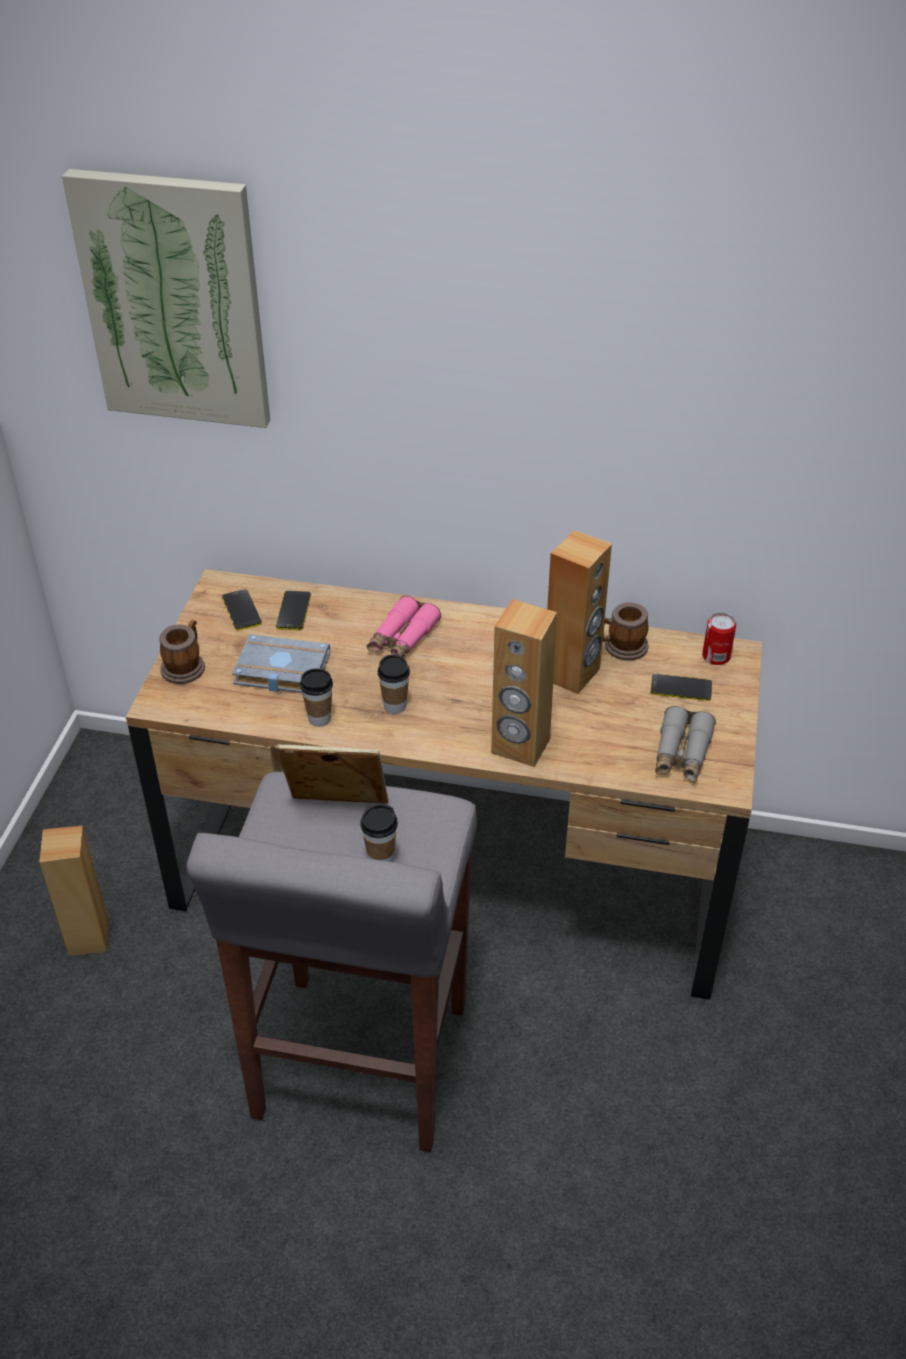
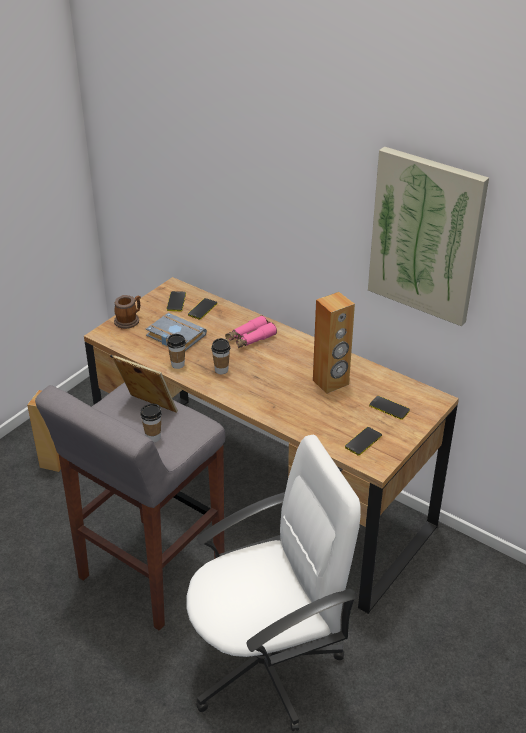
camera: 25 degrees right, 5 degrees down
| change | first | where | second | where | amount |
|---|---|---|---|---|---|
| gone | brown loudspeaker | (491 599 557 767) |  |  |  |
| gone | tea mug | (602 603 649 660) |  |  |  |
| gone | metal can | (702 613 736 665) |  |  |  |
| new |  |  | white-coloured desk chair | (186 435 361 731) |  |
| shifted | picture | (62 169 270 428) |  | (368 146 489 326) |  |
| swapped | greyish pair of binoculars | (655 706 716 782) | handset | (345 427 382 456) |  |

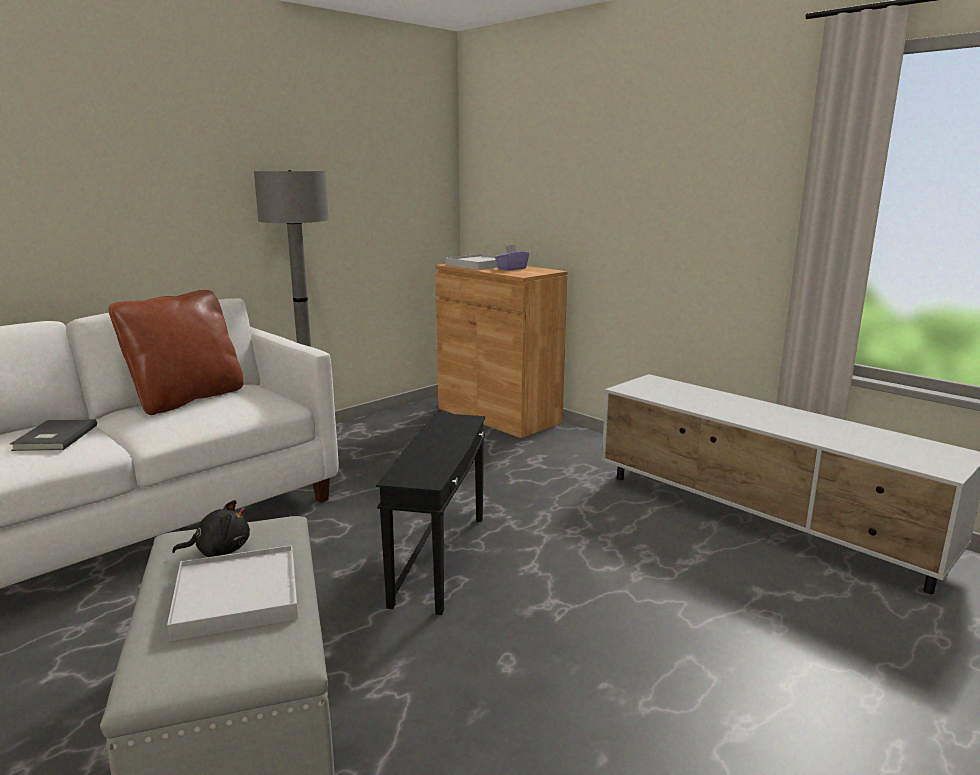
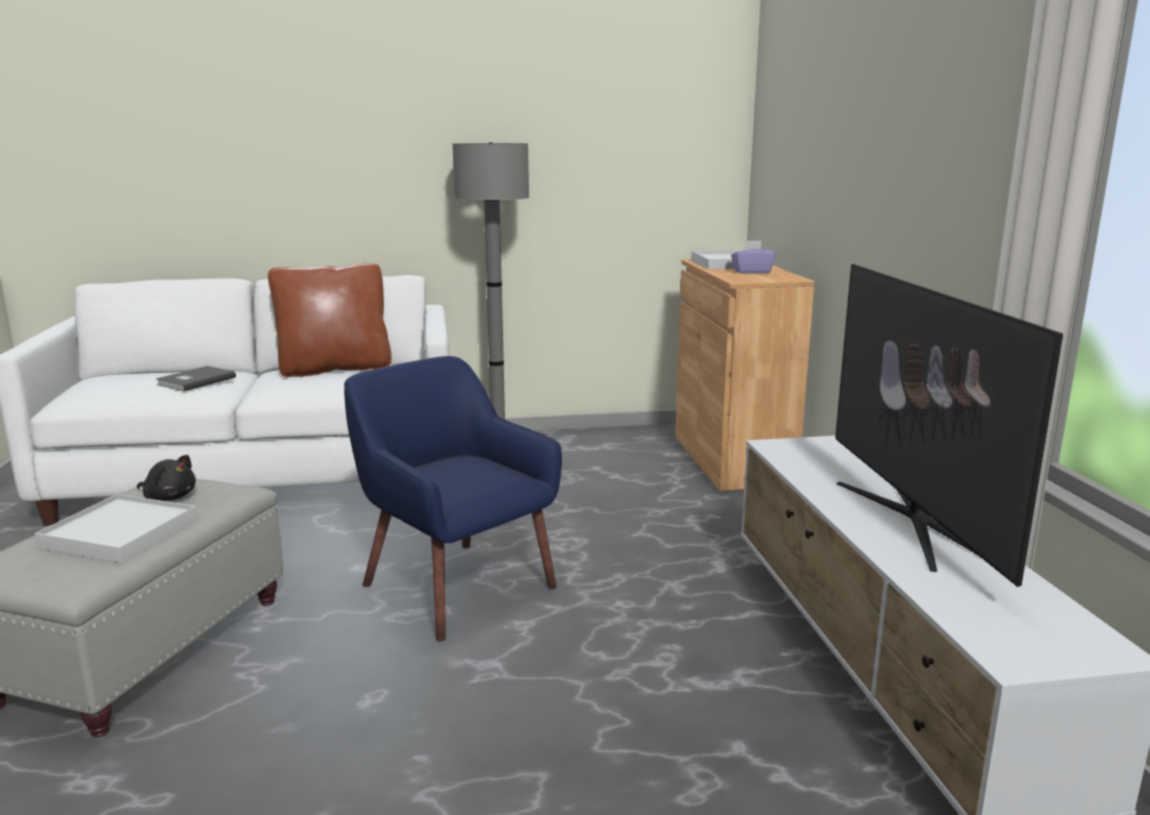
camera: 35 degrees right, 0 degrees up
| change | first | where | second | where | amount |
|---|---|---|---|---|---|
| new |  |  | TV set | (835 264 1063 587) |  |
| swapped | black-coloured end table | (376 413 485 615) | blue lounge chair | (344 356 562 642) |  |

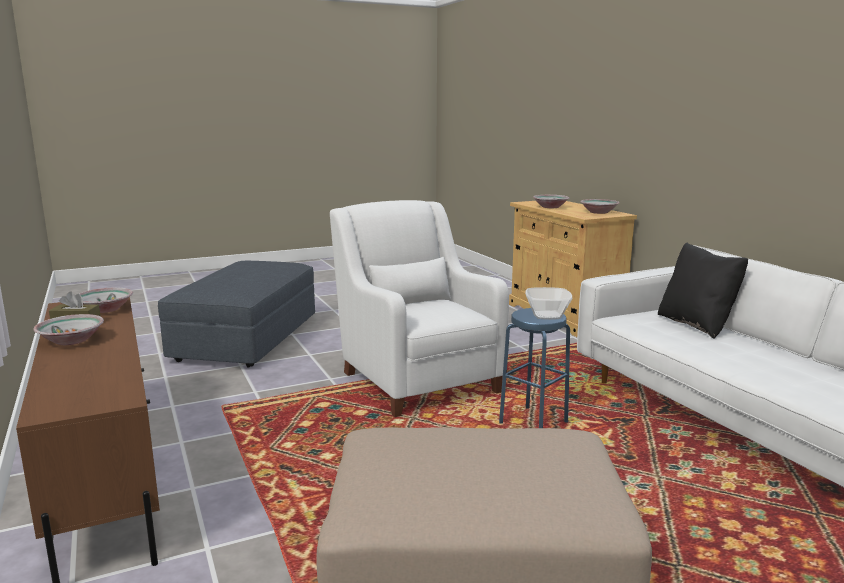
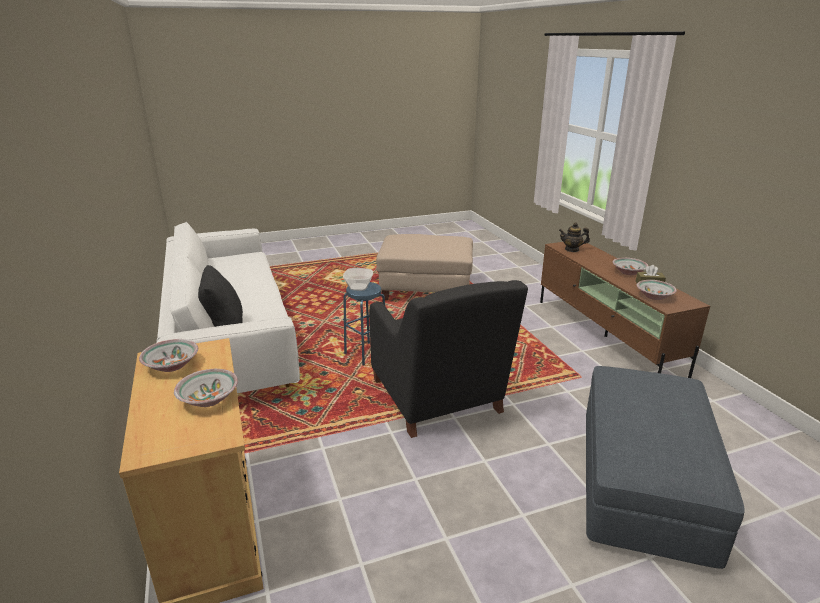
camera: 175 degrees left, 10 degrees up
| change | first | where | second | where | amount |
|---|---|---|---|---|---|
| new |  |  | tea pot | (559 223 590 252) |  |
| repainted | white-coloured lounge chair | (330 200 509 417) | black-coloured lounge chair | (369 280 528 438) |  |

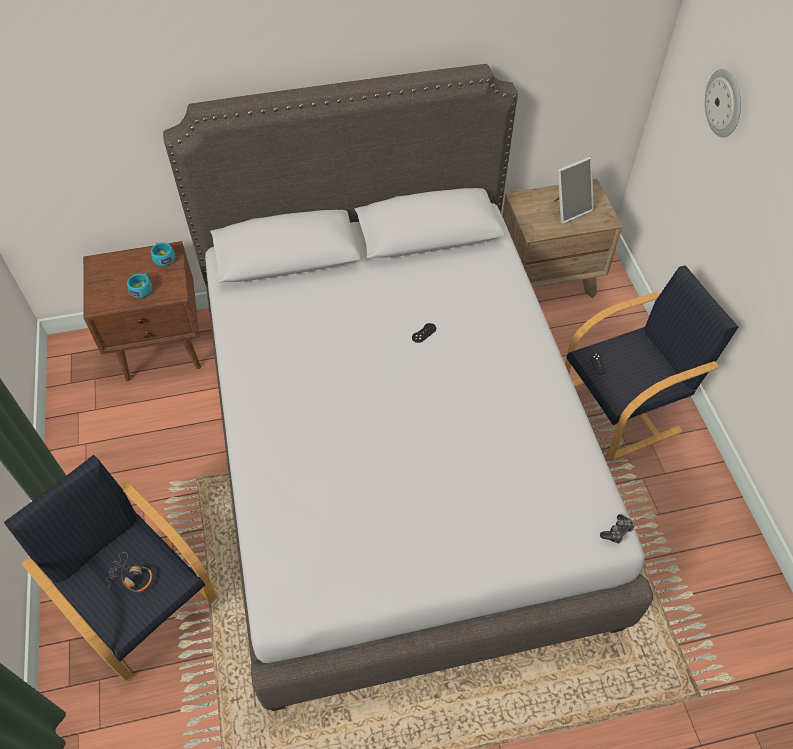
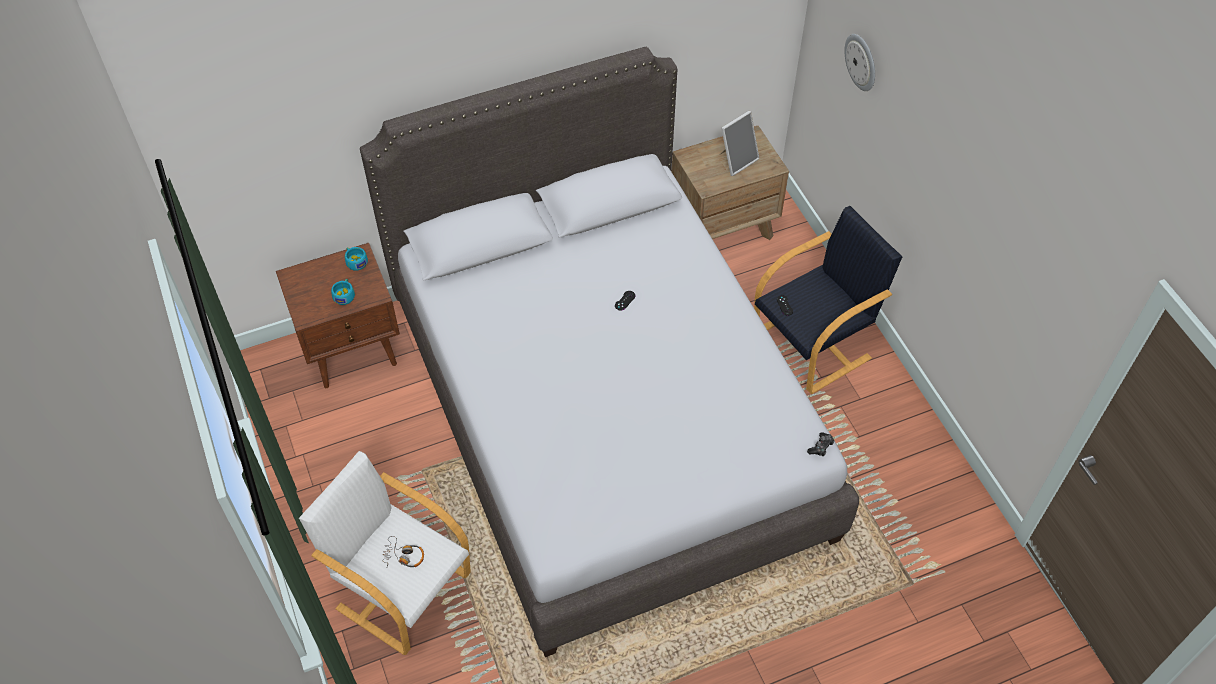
camera: 10 degrees left, 0 degrees up
| change | first | where | second | where | amount |
|---|---|---|---|---|---|
| repainted | black-coloured lounge chair | (4 455 217 681) | white-coloured lounge chair | (299 451 471 655) |  |

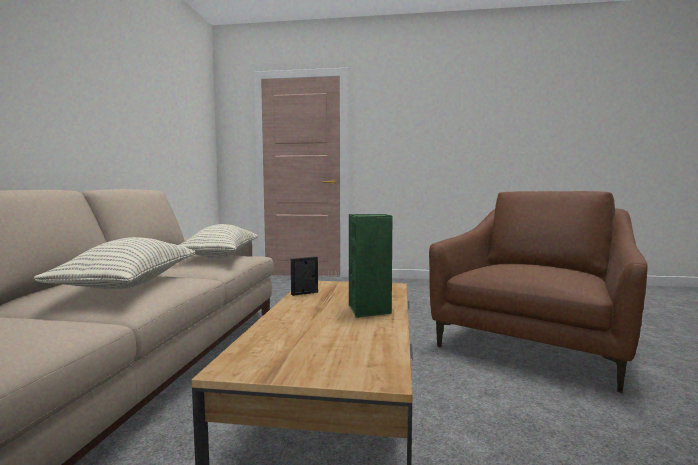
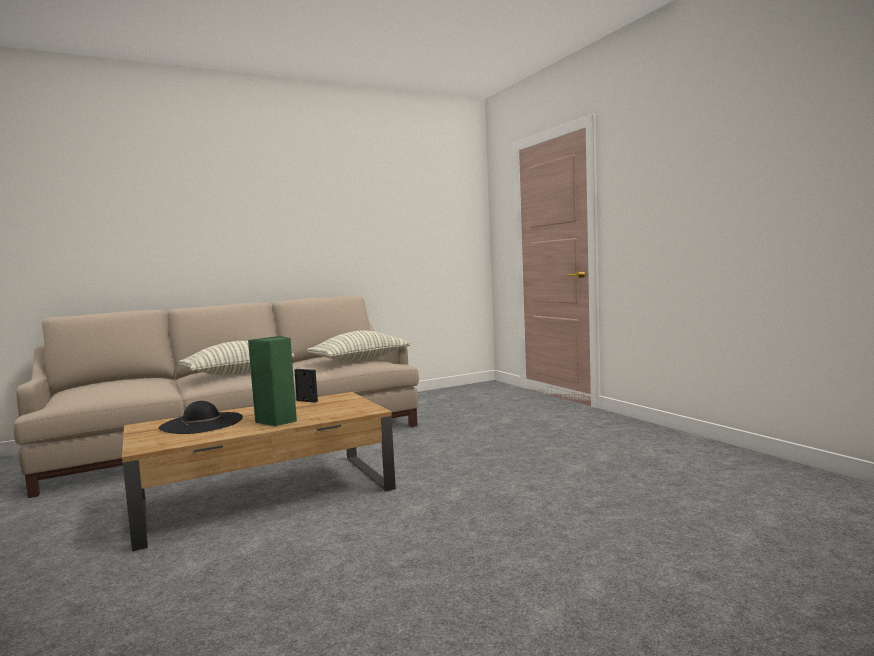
camera: 55 degrees right, 0 degrees up
| change | first | where | second | where | amount |
|---|---|---|---|---|---|
| gone | brown lounge chair | (429 191 648 393) |  |  |  |
| new |  |  | black-coloured hat | (158 401 243 434) |  |

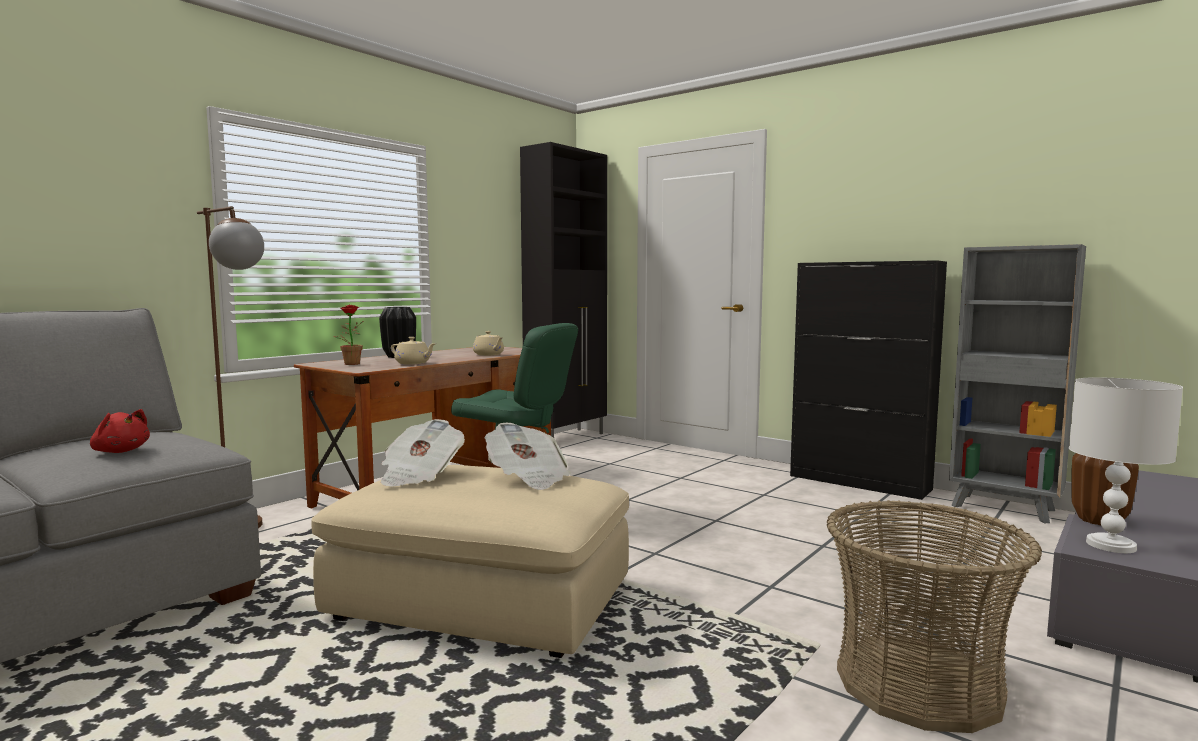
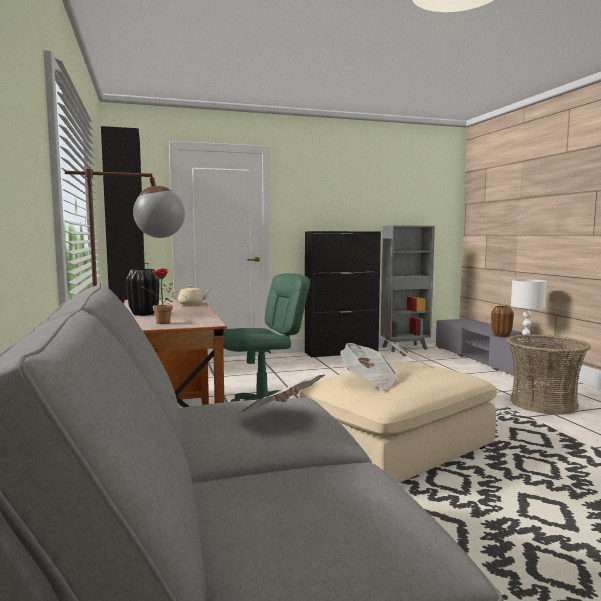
camera: 55 degrees left, 0 degrees up
| change | first | where | second | where | amount |
|---|---|---|---|---|---|
| gone | beige-coloured tea pot | (391 337 436 365) |  |  |  |
| swapped | reddish plush toy | (90 409 150 453) | printed paper | (237 375 325 414) |  |

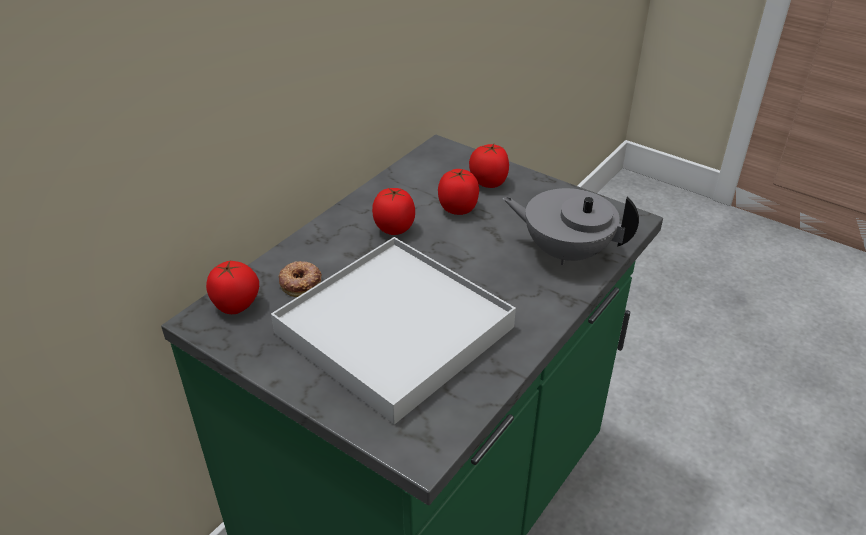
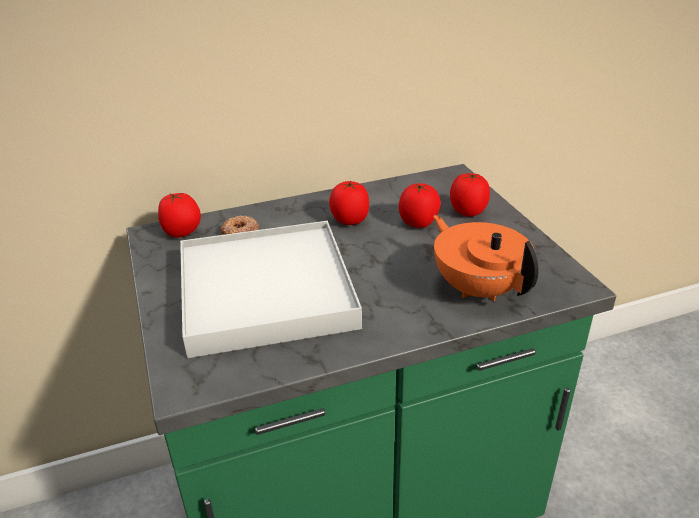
camera: 35 degrees right, 5 degrees down
| change | first | where | second | where | amount |
|---|---|---|---|---|---|
| repainted | greyish tea pot | (503 188 639 265) | orange tea pot | (433 215 539 301) |  |

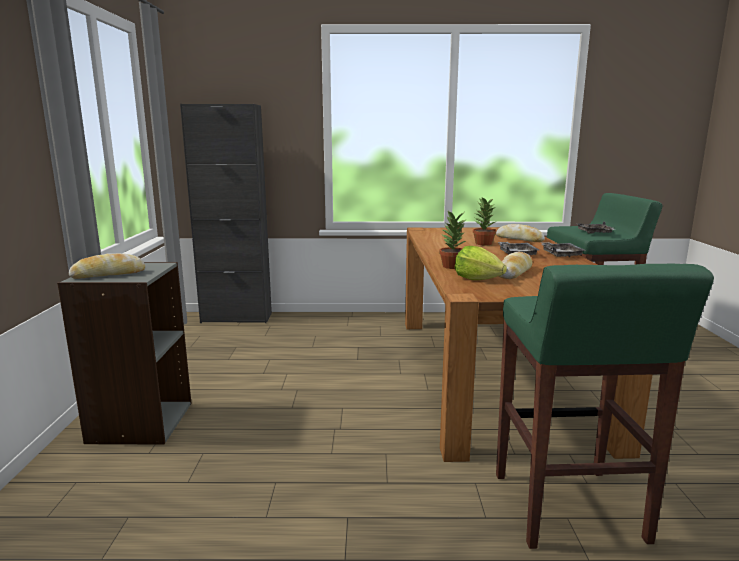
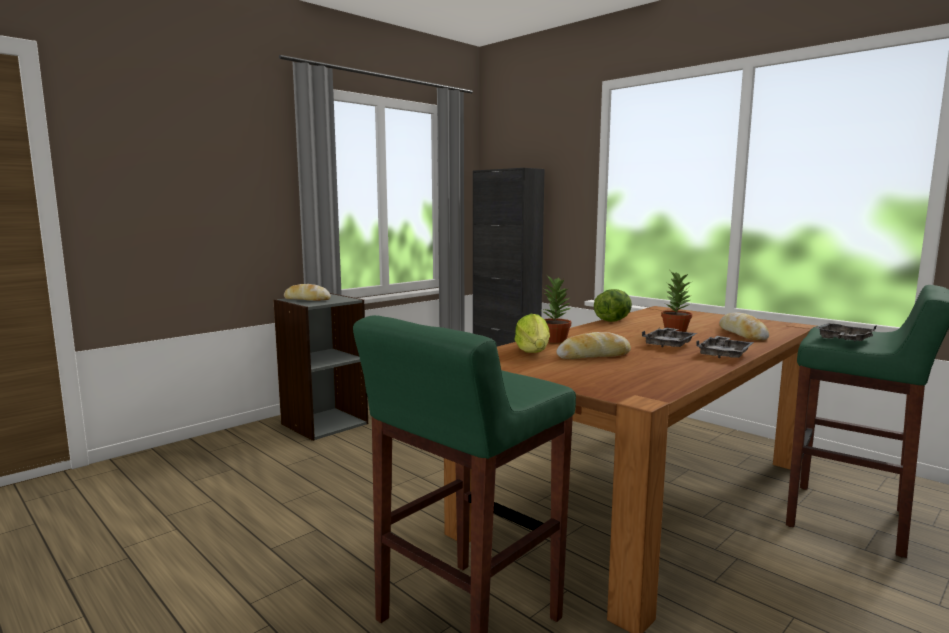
camera: 45 degrees right, 5 degrees down
| change | first | where | second | where | amount |
|---|---|---|---|---|---|
| new |  |  | lettuce | (594 289 632 322) |  |

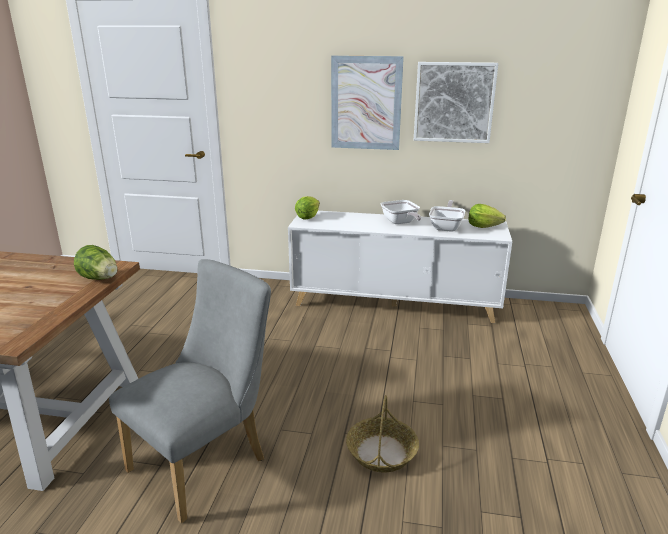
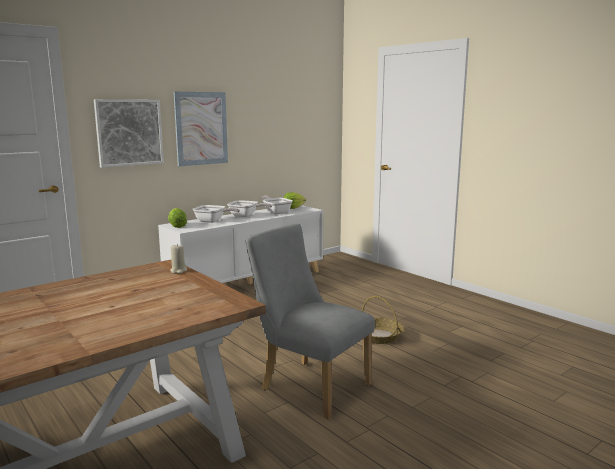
camera: 50 degrees left, 10 degrees down
| change | first | where | second | where | amount |
|---|---|---|---|---|---|
| new |  |  | skillet | (193 205 240 223) |  |
| shifted | picture | (414 62 499 143) |  | (94 99 164 168) |  |
| swapped | lettuce | (74 245 117 280) | beige-coloured wax light | (170 244 187 273) |  |
| rotated | greyish chair | (109 259 271 523) |  | (246 224 375 419) | 45 degrees counterclockwise |

